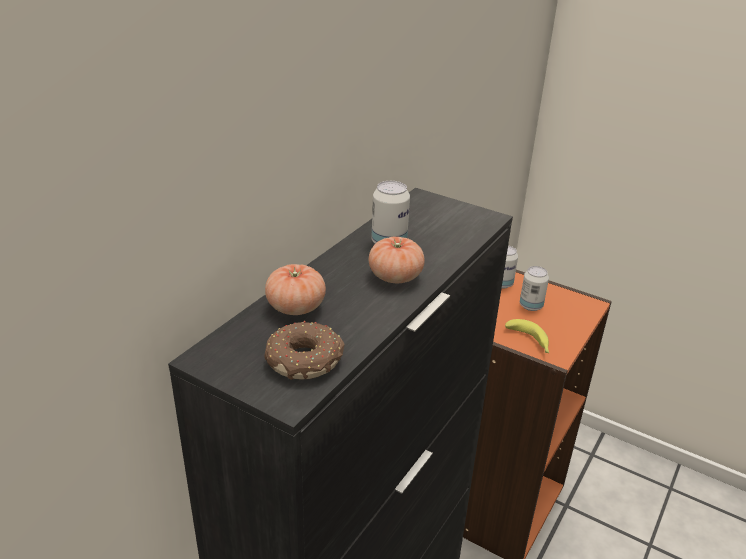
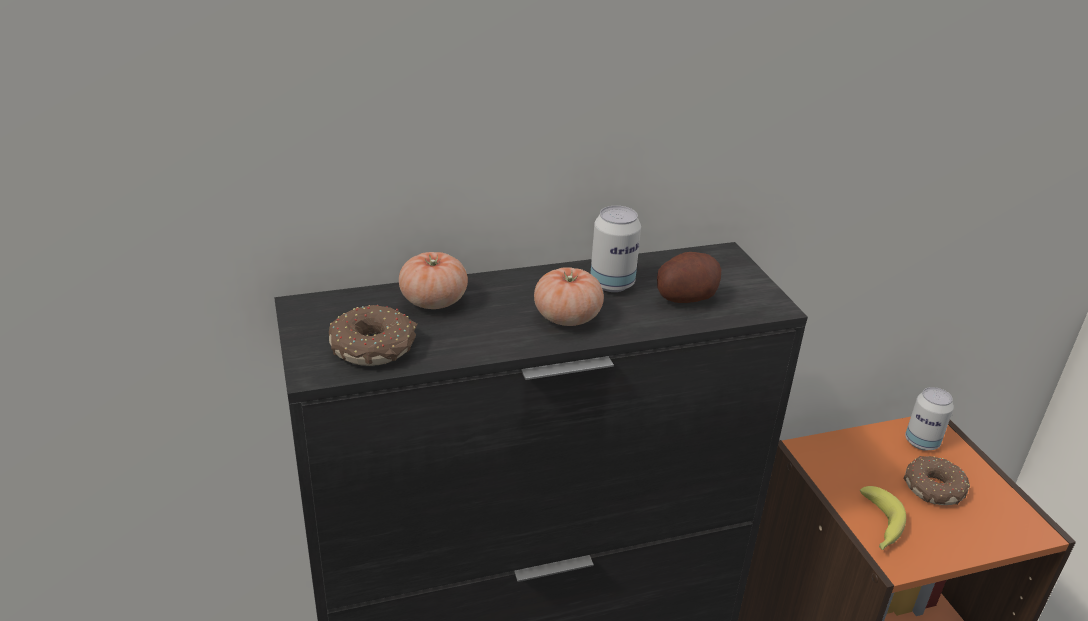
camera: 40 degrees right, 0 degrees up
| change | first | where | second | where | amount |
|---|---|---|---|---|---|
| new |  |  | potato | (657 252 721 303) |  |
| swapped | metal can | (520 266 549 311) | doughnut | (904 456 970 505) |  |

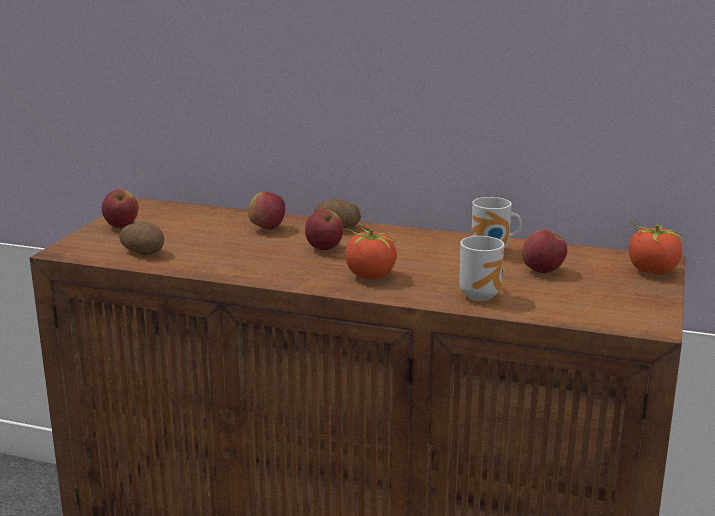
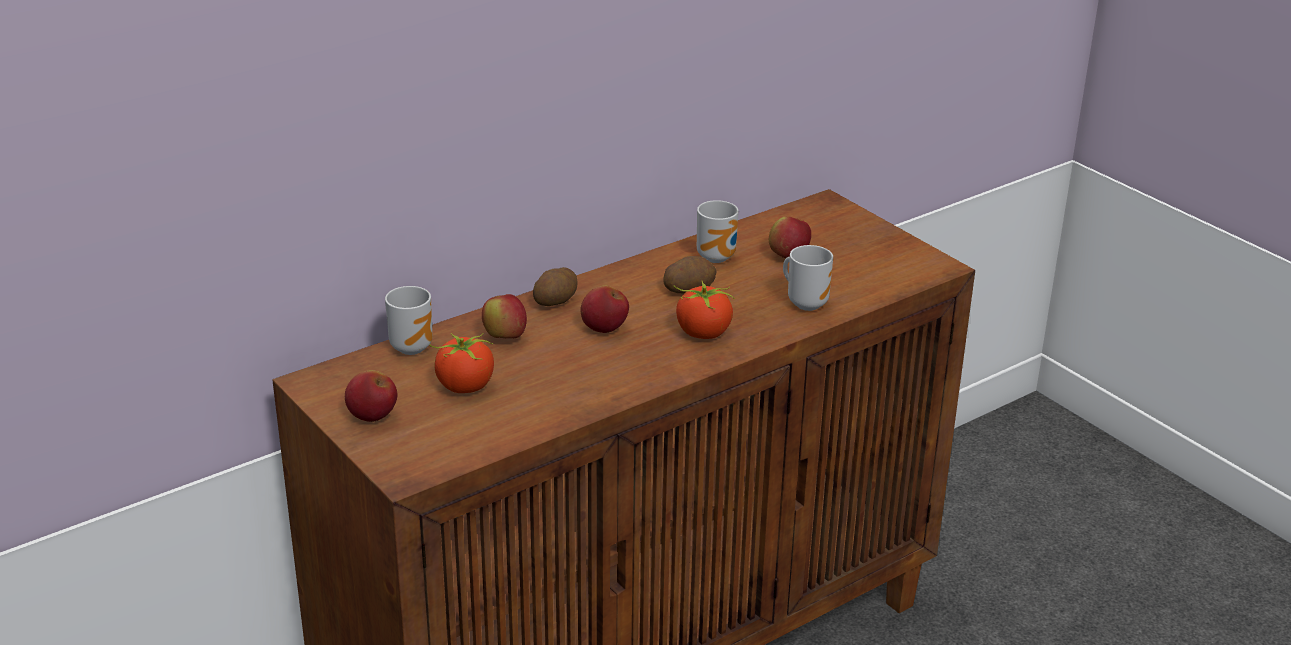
camera: 55 degrees left, 10 degrees up
| change | first | where | second | where | amount |
|---|---|---|---|---|---|
| new |  |  | tea mug | (385 286 433 355) |  |
| shifted | potato | (119 221 164 255) |  | (663 256 717 293) |  |
| shifted | fresh tomato | (629 220 686 275) |  | (429 333 494 393) |  |

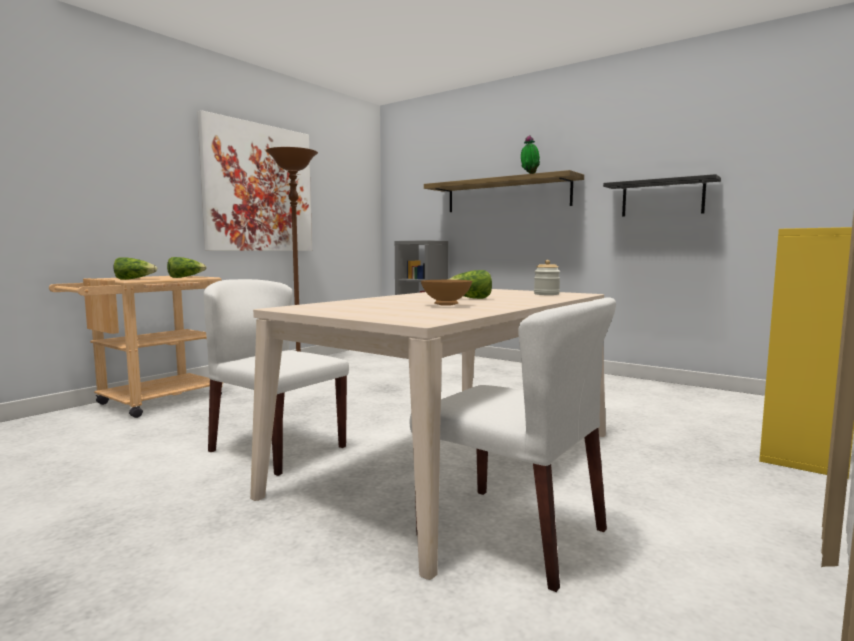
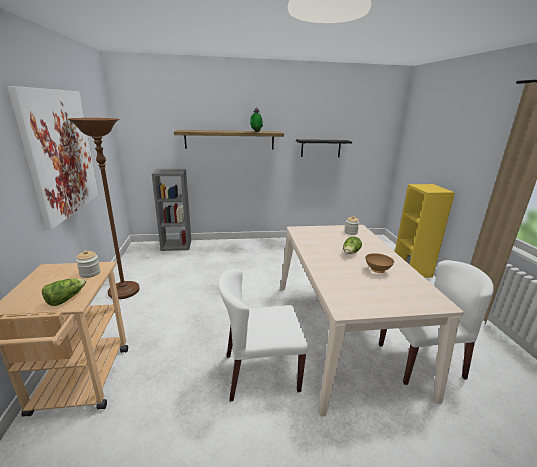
camera: 45 degrees left, 15 degrees up
| change | first | where | second | where | amount |
|---|---|---|---|---|---|
| swapped | lettuce | (167 257 207 278) | preserve jar | (76 250 100 278) |  |

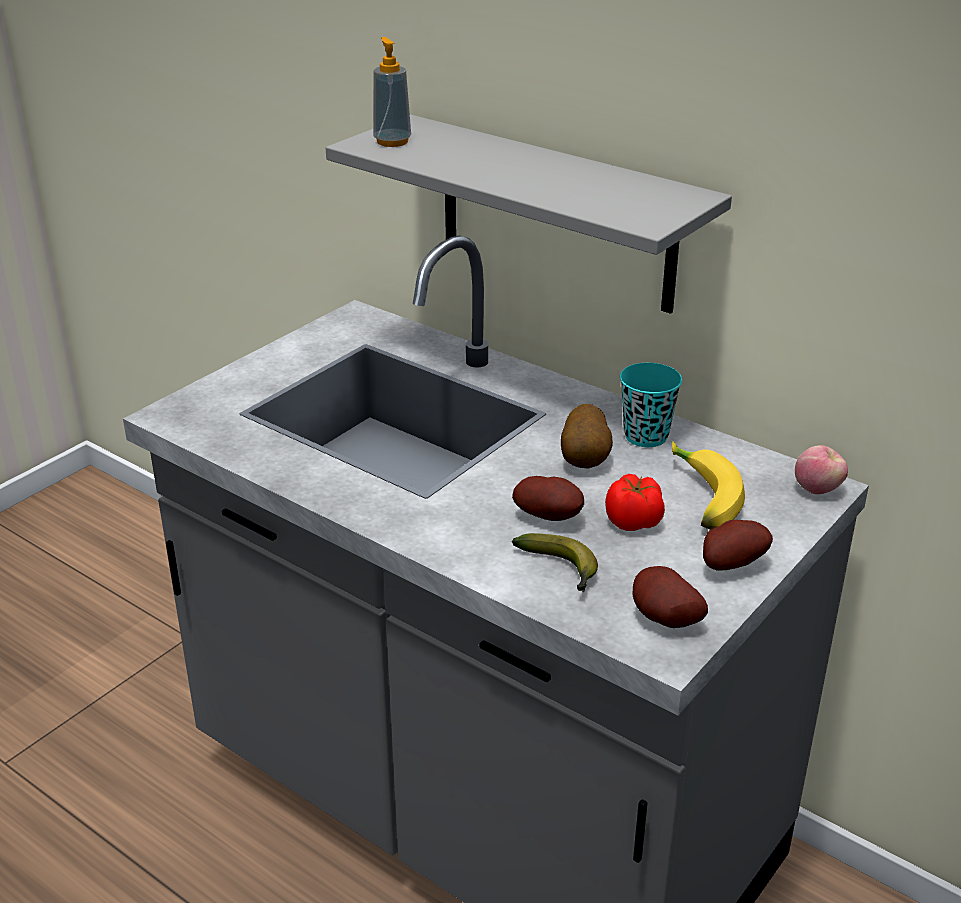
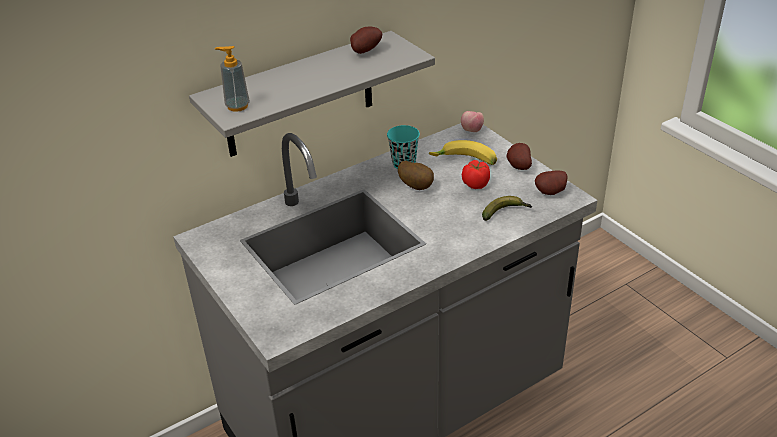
camera: 70 degrees left, 5 degrees up
| change | first | where | second | where | amount |
|---|---|---|---|---|---|
| shifted | potato | (512 476 584 521) |  | (350 26 382 54) |  |

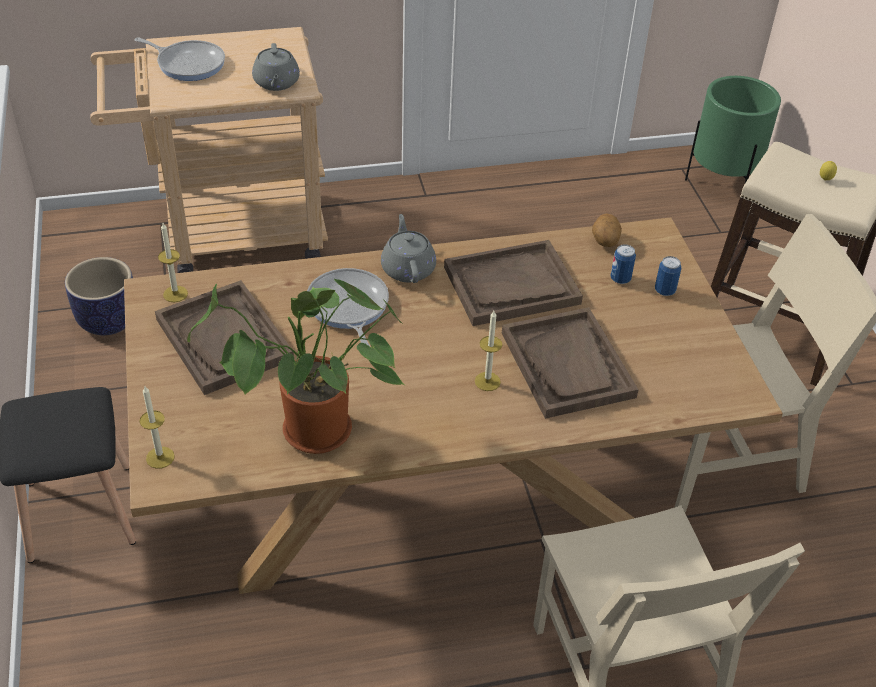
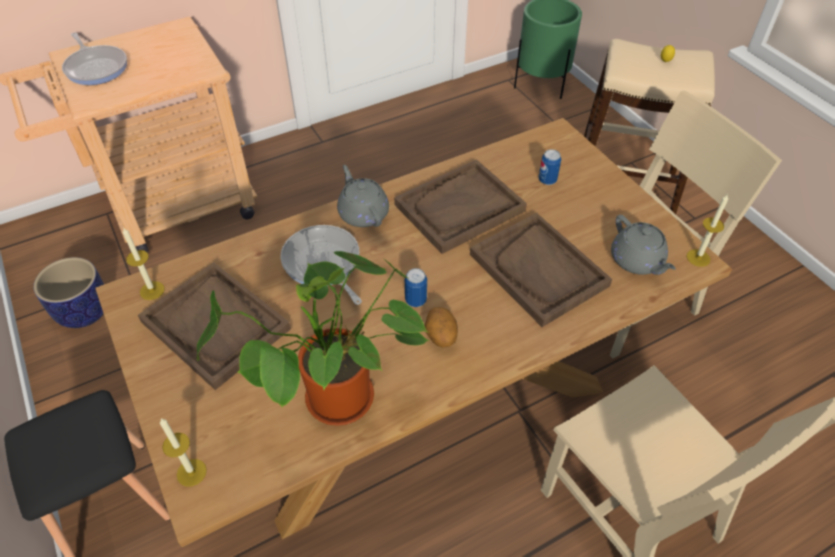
camera: 15 degrees left, 5 degrees up
| change | first | where | second | where | amount |
|---|---|---|---|---|---|
| shifted | greyish tea pot | (252 43 300 91) |  | (611 215 676 275) |  |
| shifted | wax light | (475 311 502 391) |  | (686 194 728 267) |  |
| shifted | potato | (592 214 622 247) |  | (425 307 458 348) |  |
| shifted | metal can | (655 256 682 296) |  | (405 268 427 307) |  |
| rotated | skillet | (134 37 225 81) |  | (62 32 127 85) | 45 degrees clockwise |

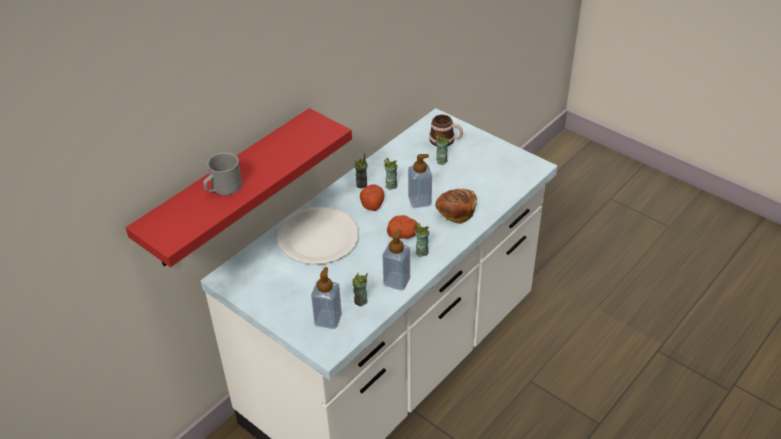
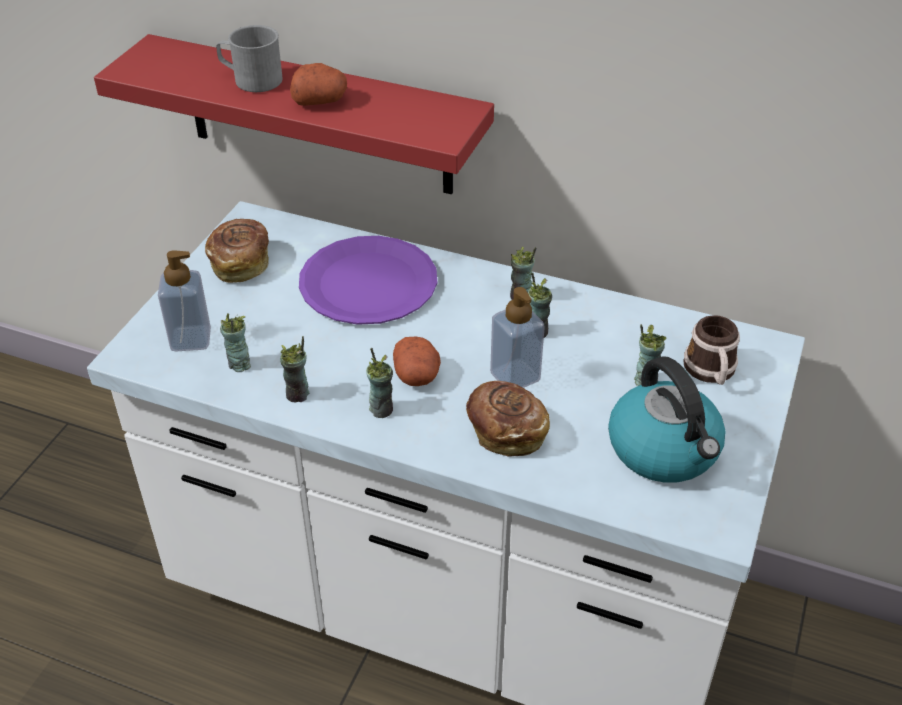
camera: 70 degrees right, 0 degrees up
| change | first | where | second | where | amount |
|---|---|---|---|---|---|
| new |  |  | bakery bread | (205 219 269 283) |  |
| new |  |  | water kettle | (608 356 725 483) |  |
| shifted | potato | (360 184 384 211) |  | (290 63 347 106) |  |
| swapped | soap dispenser | (383 229 410 291) | small cup | (280 336 309 402) |  |
| repainted | white-coloured flat dish | (277 207 359 265) | purplish flat dish | (299 236 437 325) |  |

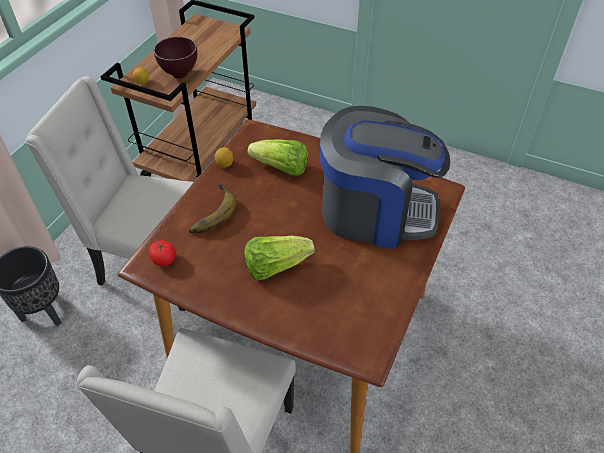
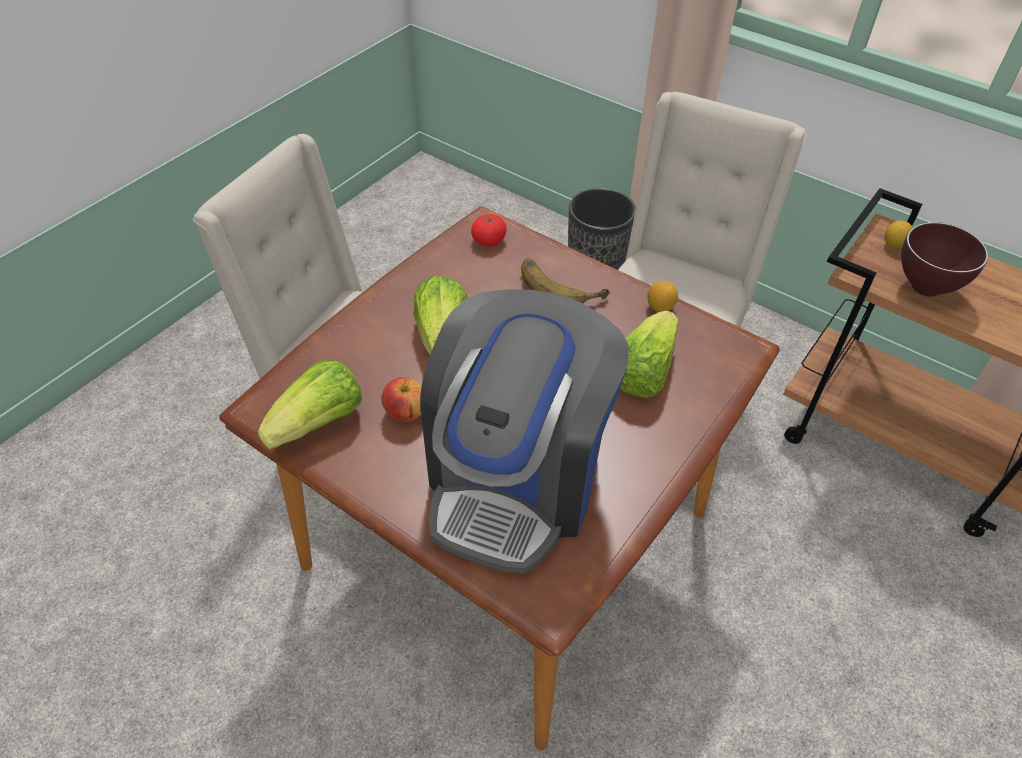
camera: 100 degrees right, 0 degrees up
| change | first | where | second | where | amount |
|---|---|---|---|---|---|
| new |  |  | lettuce | (258 359 362 449) |  |
| new |  |  | apple | (381 377 422 422) |  |

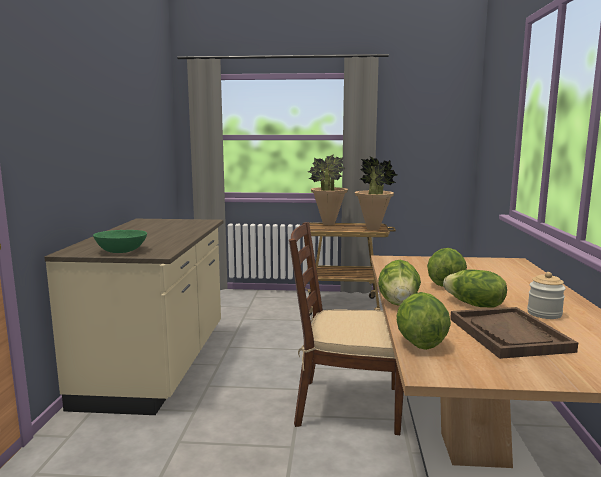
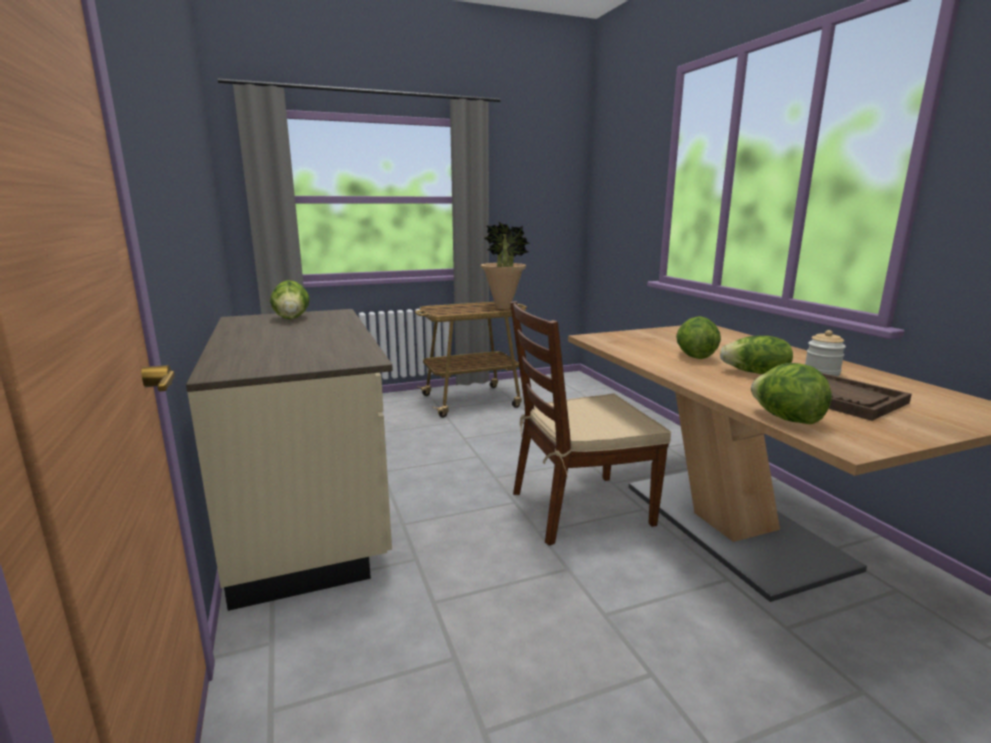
camera: 25 degrees left, 5 degrees up
| change | first | where | second | where | amount |
|---|---|---|---|---|---|
| gone | green-coloured serving bowl | (93 230 147 253) |  |  |  |
| gone | potted plant | (308 154 348 225) |  |  |  |
| shifted | lettuce | (378 260 421 306) |  | (270 280 310 319) |  |

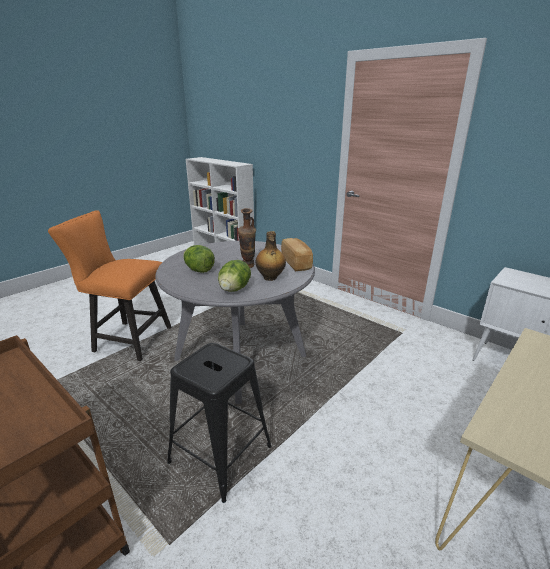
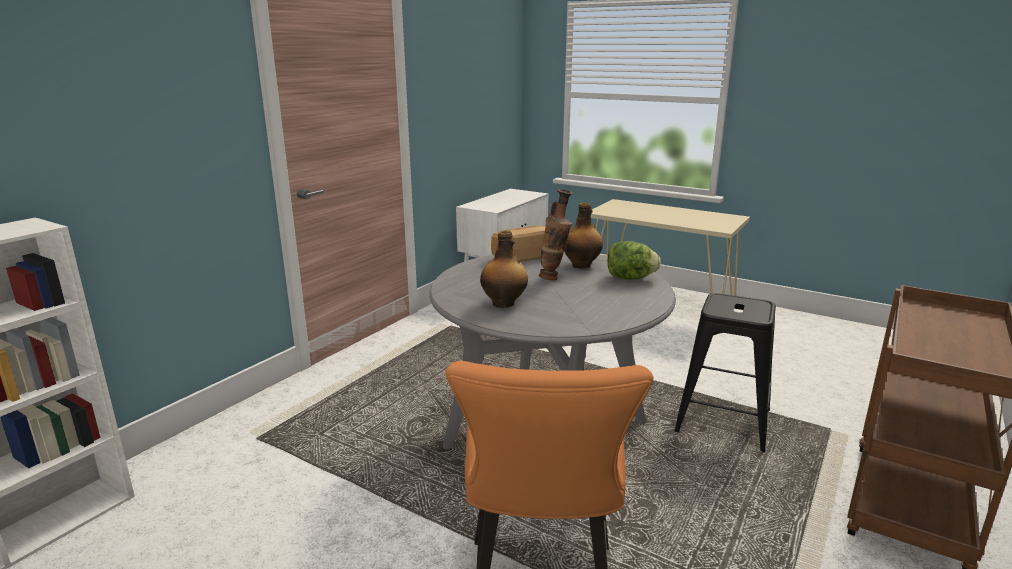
camera: 100 degrees left, 5 degrees down
| change | first | where | second | where | amount |
|---|---|---|---|---|---|
| gone | lettuce | (183 245 215 273) |  |  |  |
| new |  |  | beverage bottle | (480 230 528 308) |  |

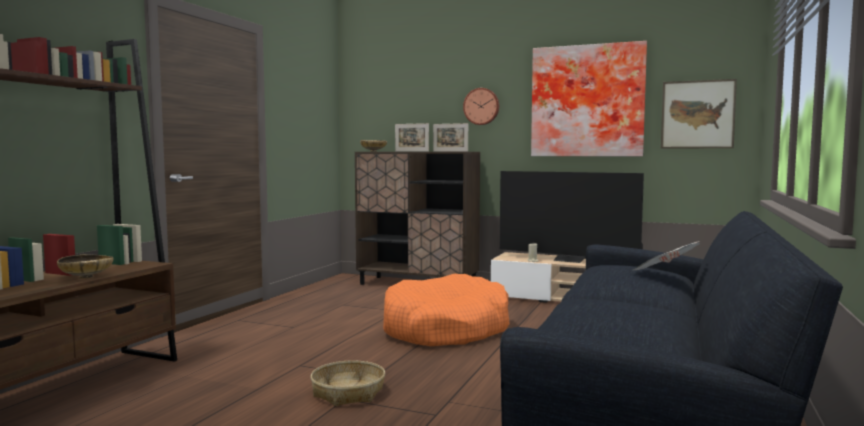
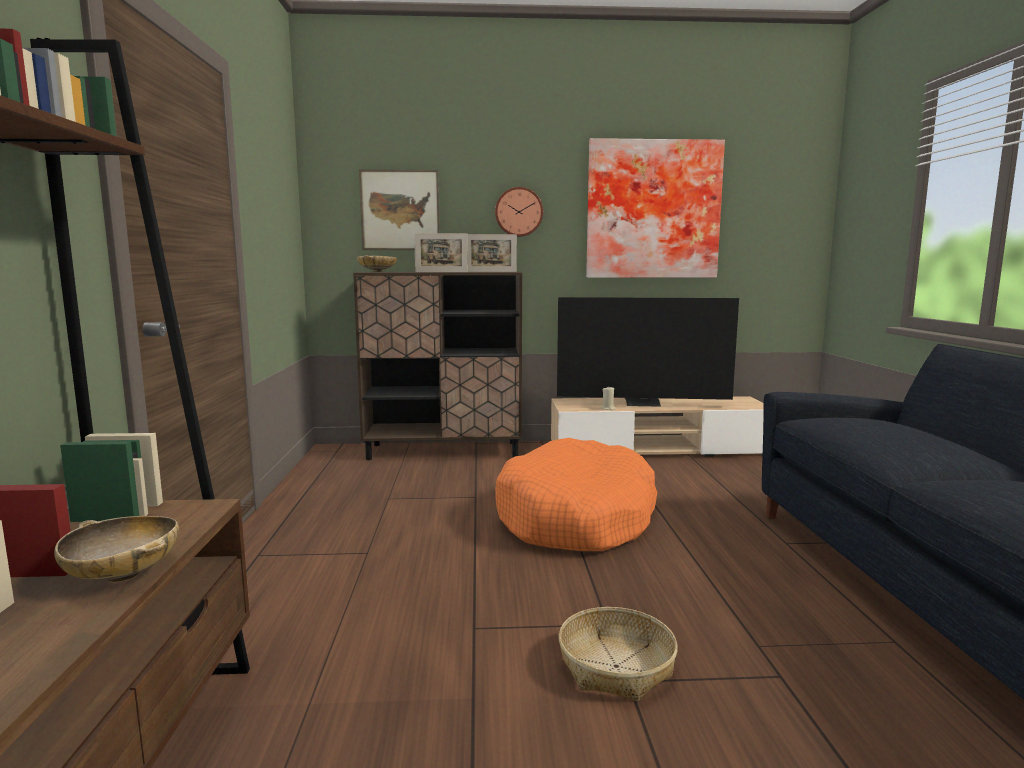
camera: 25 degrees left, 5 degrees up
| change | first | where | second | where | amount |
|---|---|---|---|---|---|
| gone | printed paper | (633 241 700 270) |  |  |  |
| shifted | picture | (661 79 737 149) |  | (359 169 440 250) |  |

